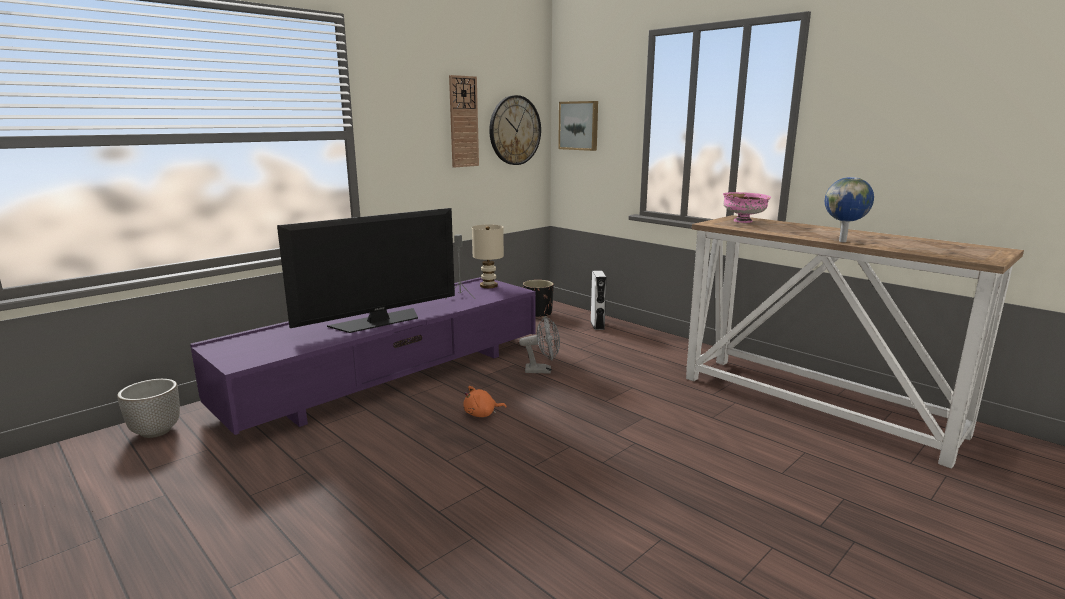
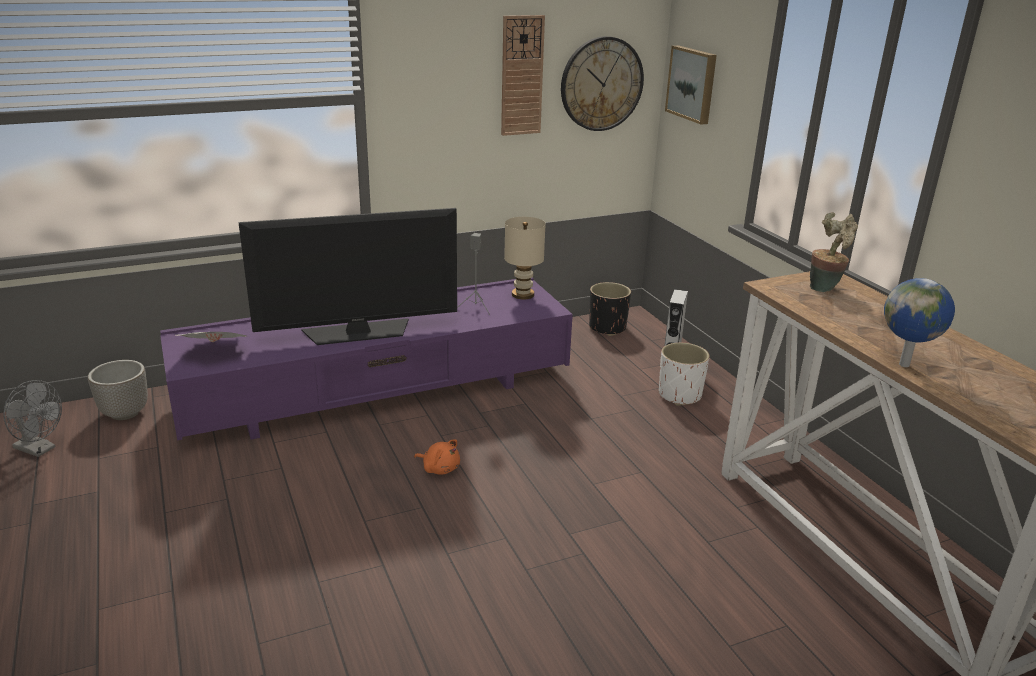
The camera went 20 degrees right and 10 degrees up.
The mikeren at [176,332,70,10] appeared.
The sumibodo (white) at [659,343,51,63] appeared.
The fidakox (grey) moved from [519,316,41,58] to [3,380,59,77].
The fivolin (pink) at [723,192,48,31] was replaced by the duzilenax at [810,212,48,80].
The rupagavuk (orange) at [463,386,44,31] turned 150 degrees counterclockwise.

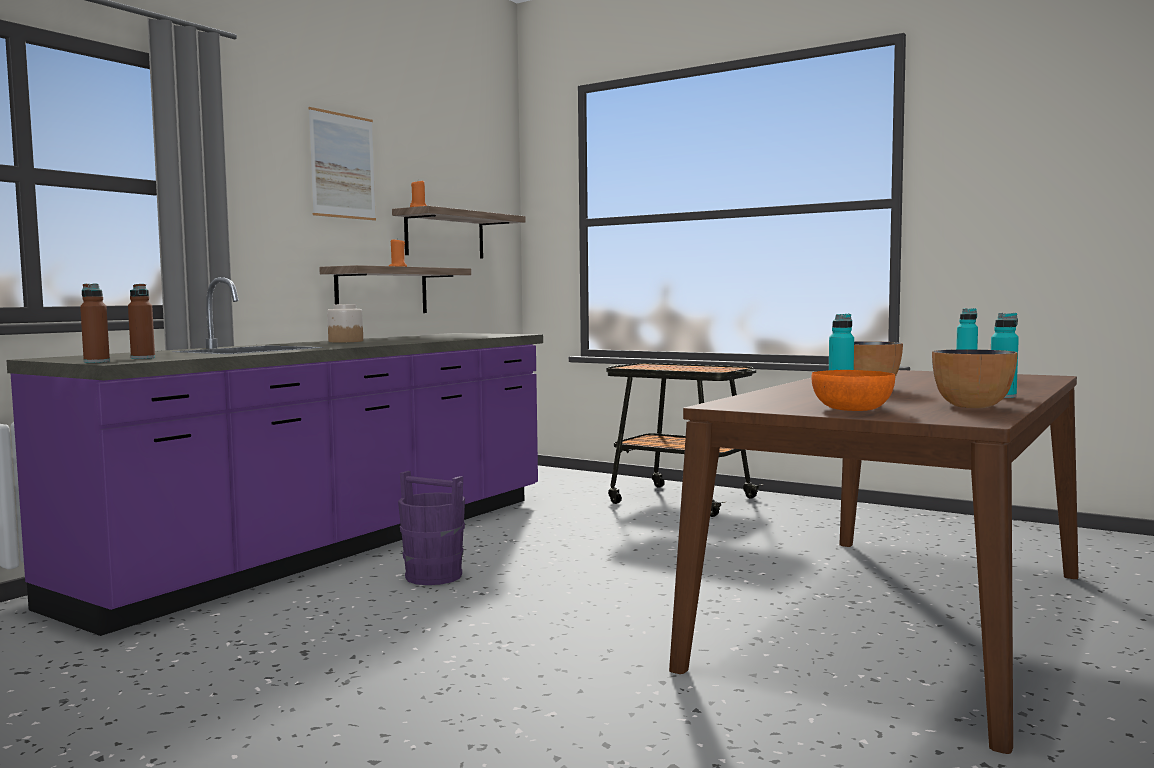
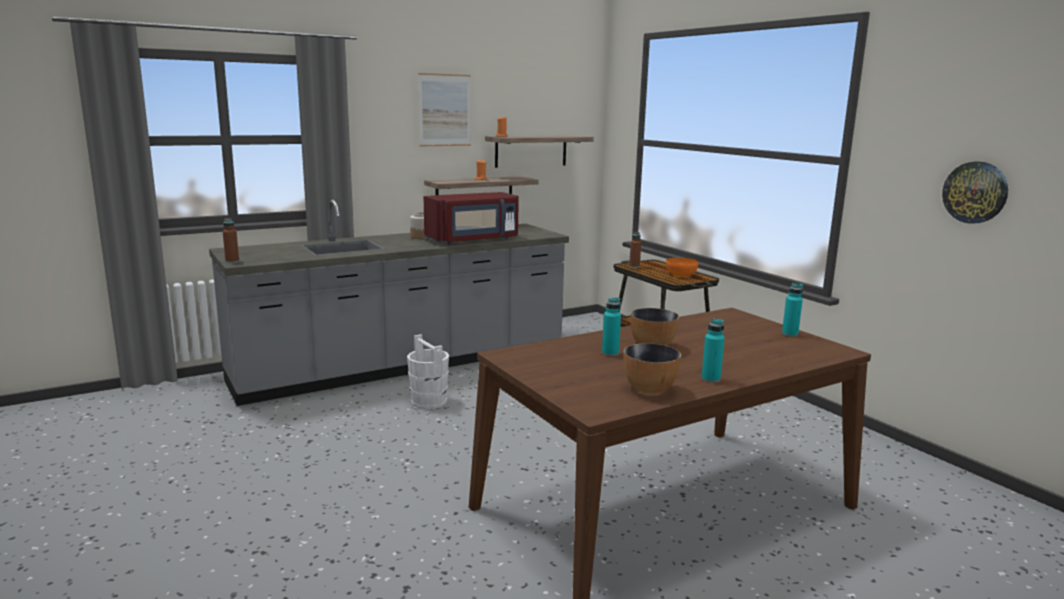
The camera went 25 degrees right and 10 degrees up.
The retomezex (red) at [424,192,95,53] appeared.
The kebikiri at [942,161,66,63] appeared.
The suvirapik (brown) moved from [128,284,27,75] to [629,232,12,36].
The fivolin (orange) moved from [811,370,84,41] to [666,258,33,19].
The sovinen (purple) at [6,277,537,359] became the sovinen (grey) at [209,199,360,207].
The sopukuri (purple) at [398,471,67,114] became the sopukuri (white) at [407,334,42,75].

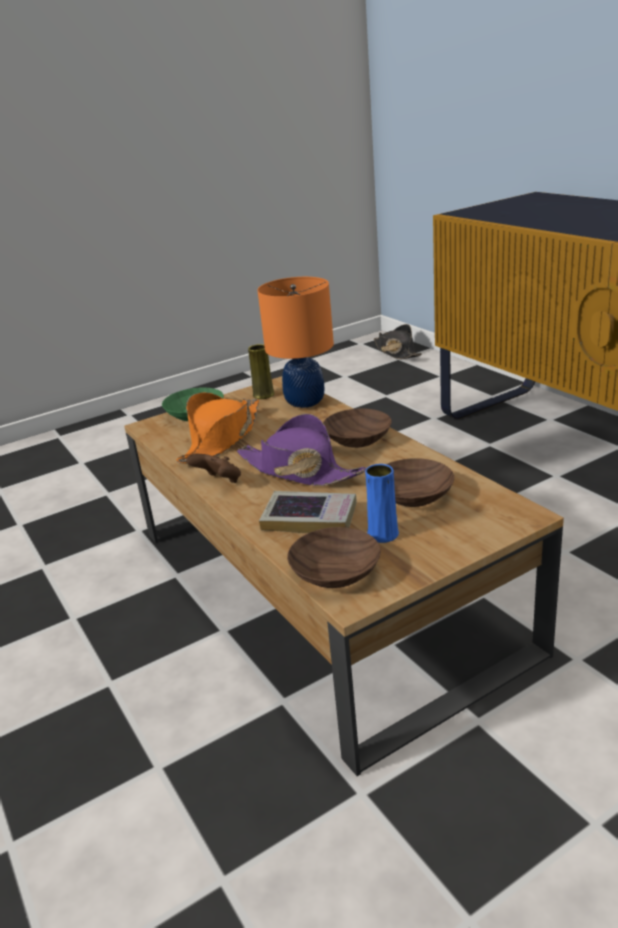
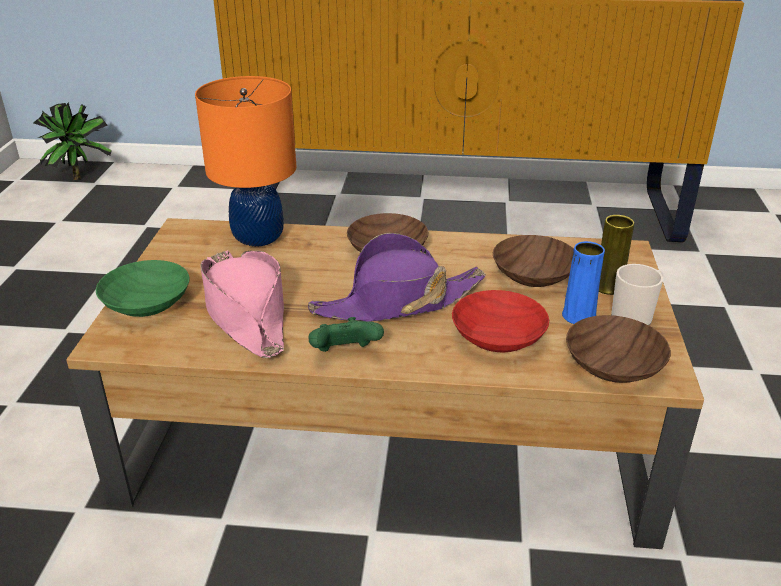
The camera went 55 degrees left and 5 degrees up.
The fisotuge at [611,264,52,62] appeared.
The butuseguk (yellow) moved from [248,344,26,55] to [599,215,35,80].
The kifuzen at [259,491,98,42] was replaced by the fivolin (red) at [452,290,97,62].
The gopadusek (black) at [374,324,48,35] was replaced by the duzilenax at [33,102,79,78].
The gopadusek (orange) at [176,392,83,72] became the gopadusek (pink) at [200,250,84,108].
The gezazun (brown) at [187,453,54,30] became the gezazun (green) at [308,317,76,35].

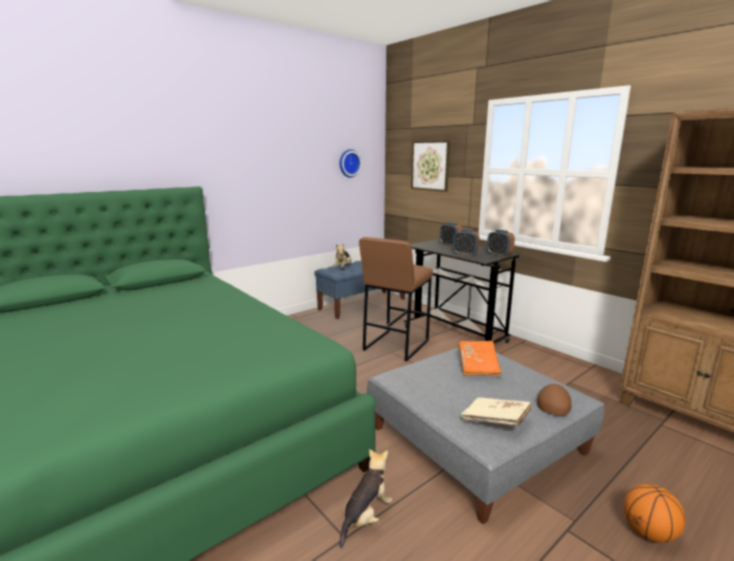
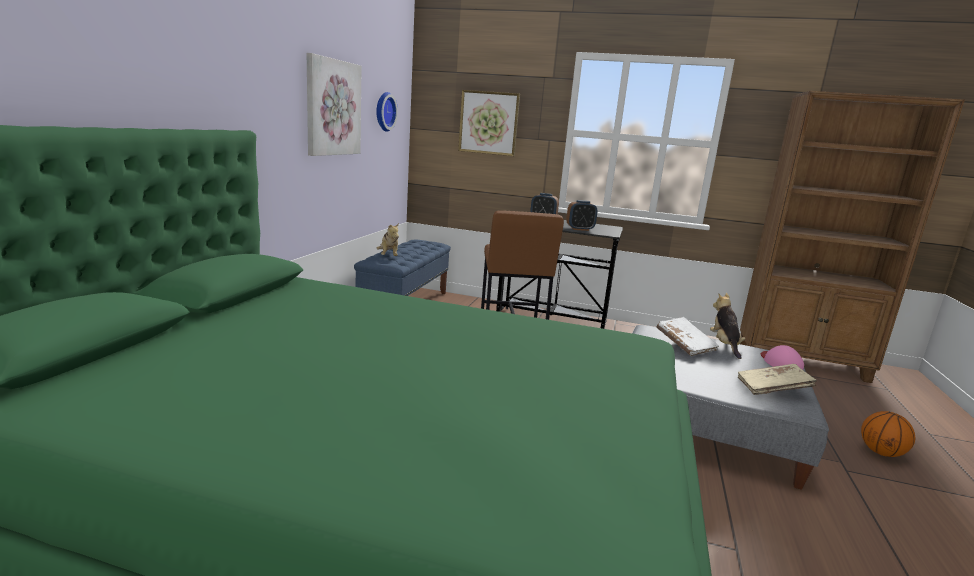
The camera went 35 degrees left and 0 degrees up.
The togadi at [487,230,28,27] disappeared.
The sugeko at [307,53,55,103] appeared.
The rupagavuk moved from [339,449,53,99] to [710,293,35,66].
The kifuzen (orange) at [458,341,44,35] became the kifuzen (white) at [656,317,63,39].
The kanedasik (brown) at [537,384,34,32] became the kanedasik (pink) at [761,345,43,25].

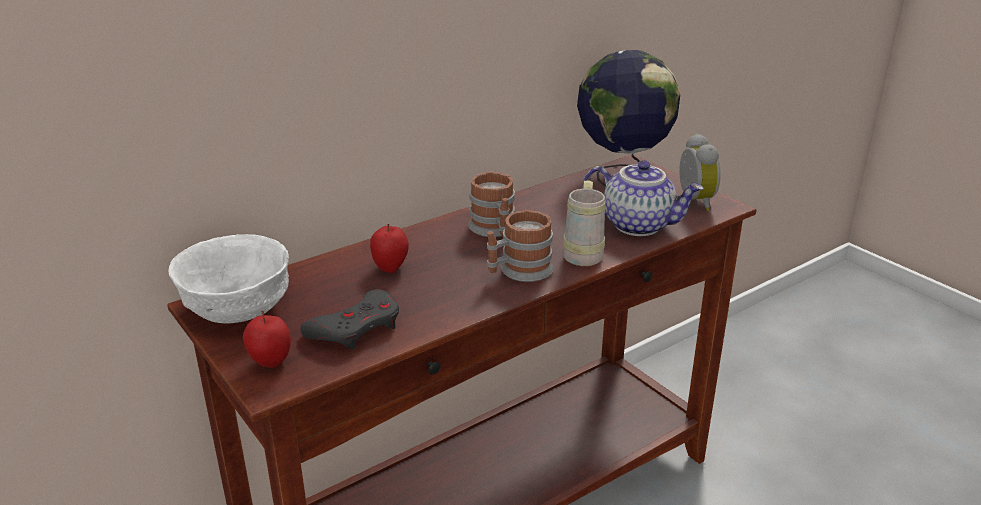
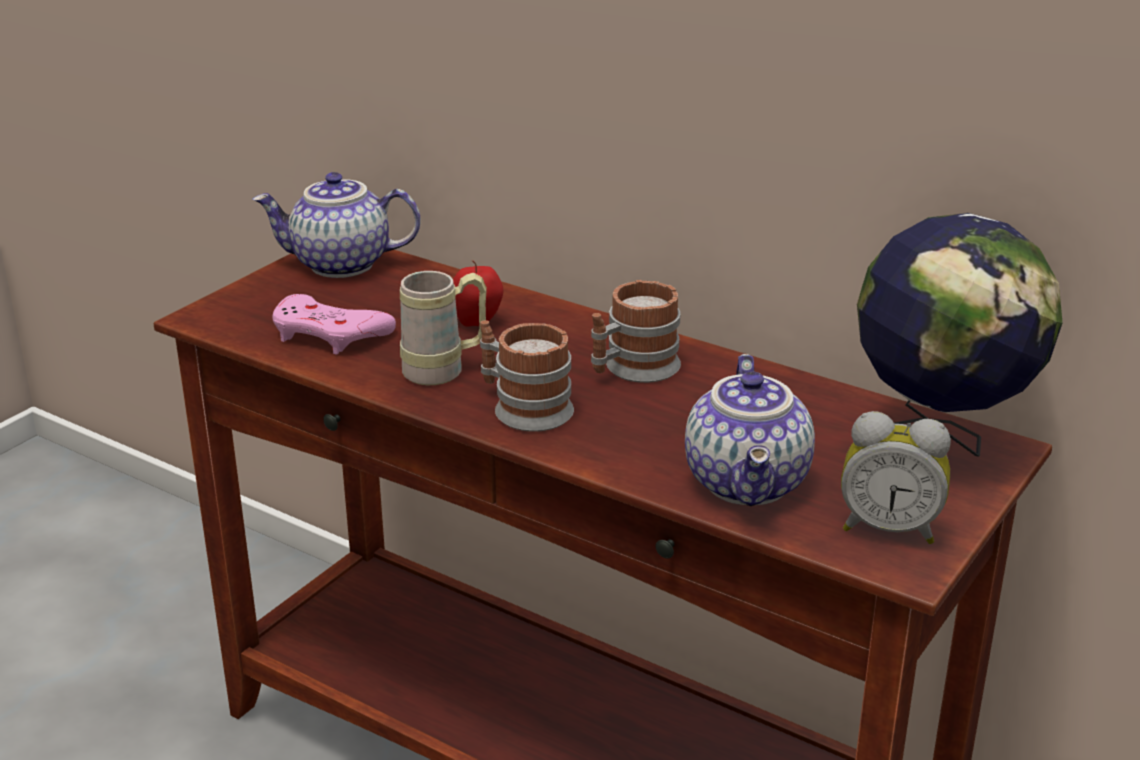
The camera went 70 degrees right and 0 degrees up.
The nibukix at [243,311,48,57] disappeared.
The fisotuge (beige) moved from [563,180,43,86] to [400,271,87,114].
The fivolin (white) at [168,234,121,89] was replaced by the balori at [252,172,169,106].
The gezazun (grey) at [301,289,98,61] became the gezazun (pink) at [272,294,124,60].
The togadi at [679,133,42,78] turned 45 degrees clockwise.

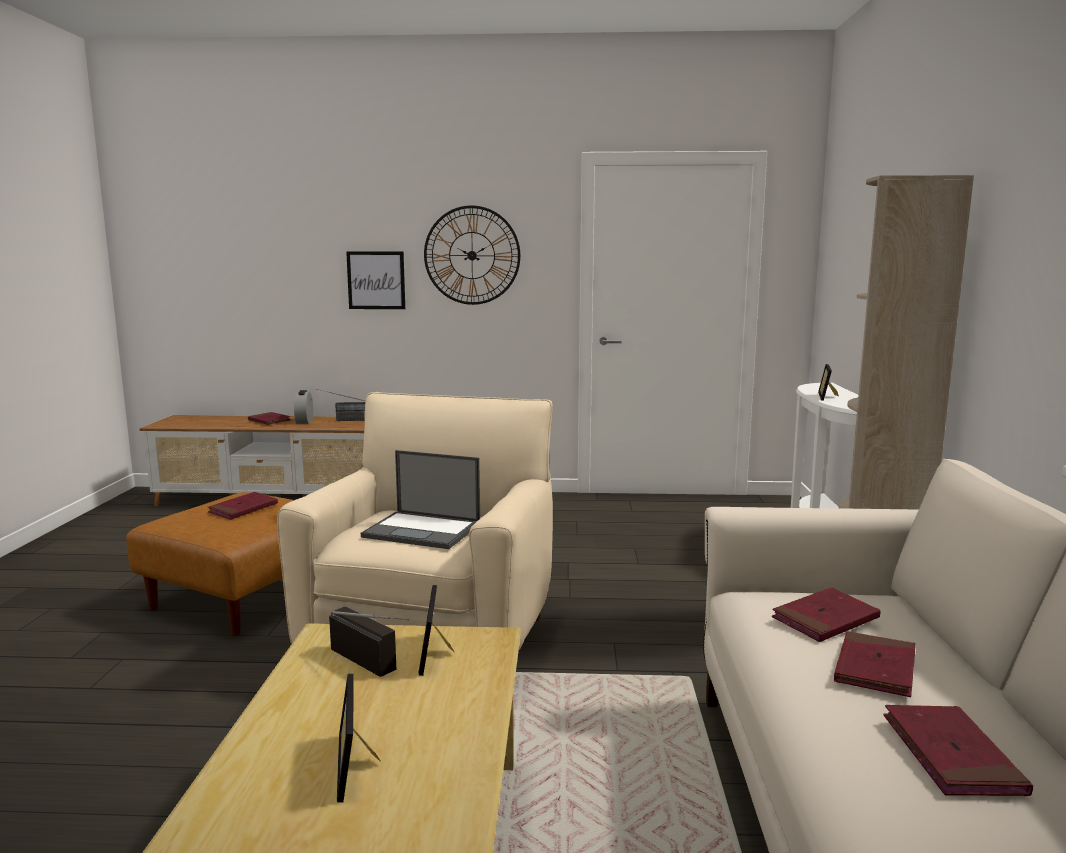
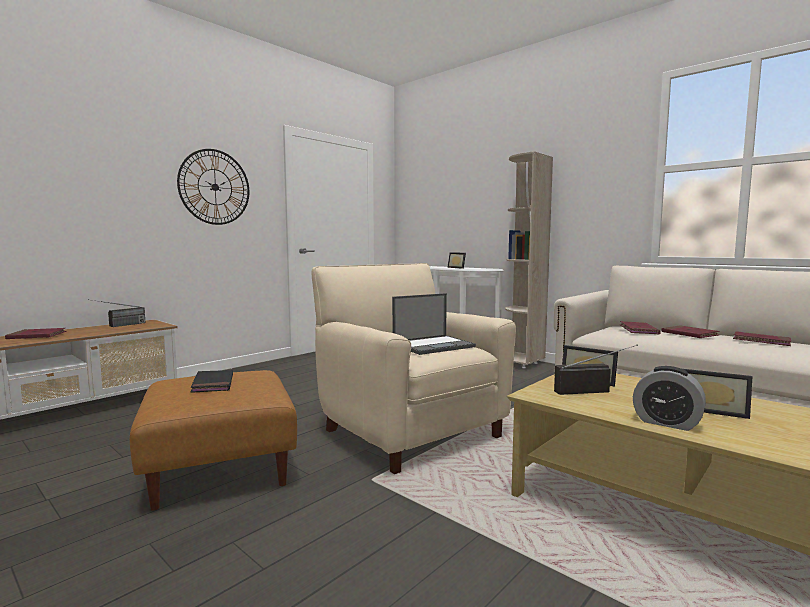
The camera went 50 degrees left and 5 degrees down.
The sugeko at [346,251,59,58] disappeared.
The togadi moved from [294,390,19,34] to [633,366,73,65].
The kifuzen (red) at [207,492,71,28] became the kifuzen (black) at [191,370,42,23].

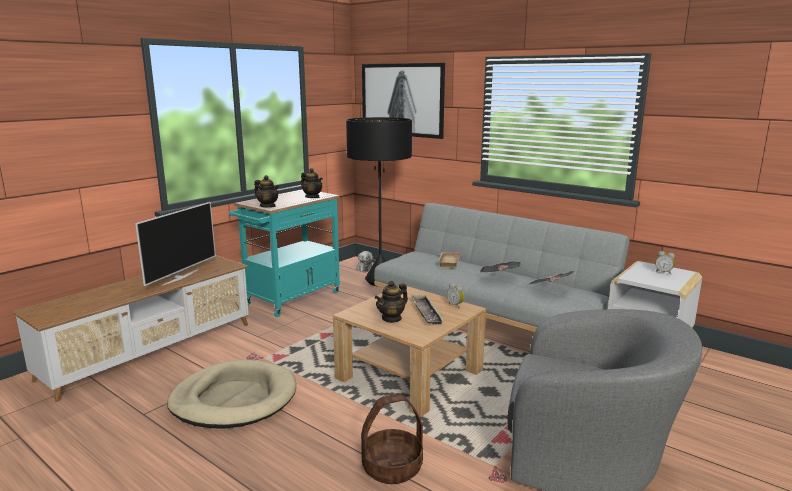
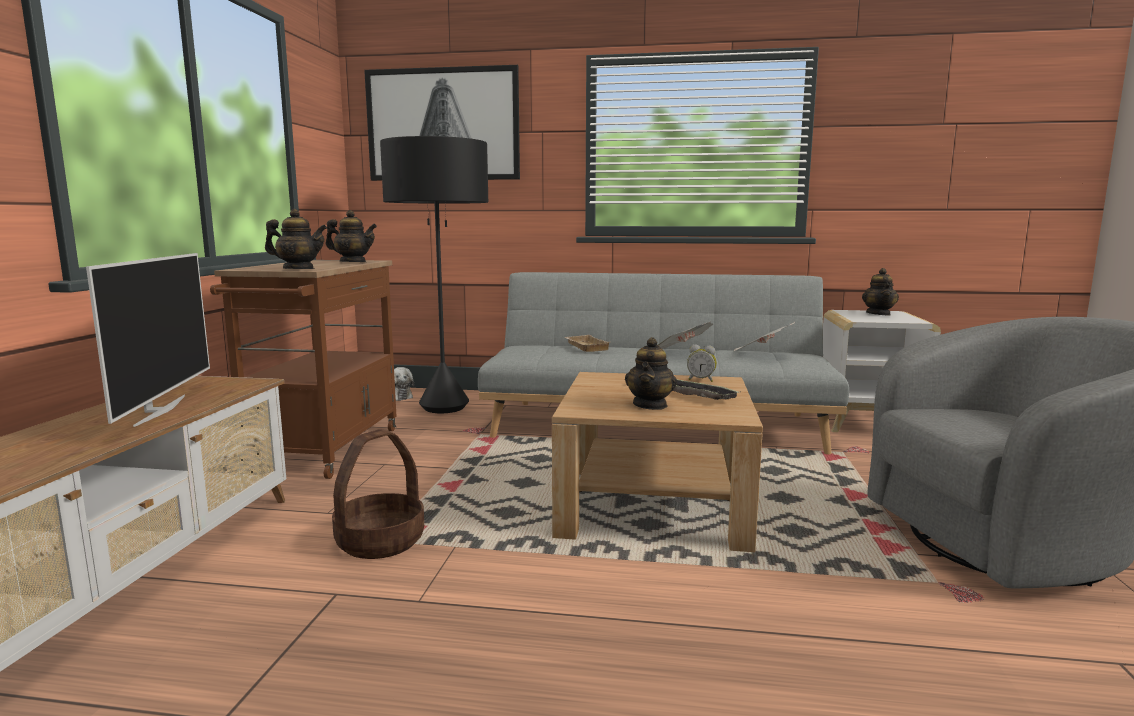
The camera went 30 degrees left and 5 degrees down.
The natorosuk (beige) at [167,360,129,68] disappeared.
The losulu moved from [361,393,62,91] to [332,429,92,130].
The togadi at [655,251,20,24] was replaced by the balori at [862,268,37,47].
The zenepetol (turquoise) at [229,189,111,128] became the zenepetol (brown) at [210,260,187,219].

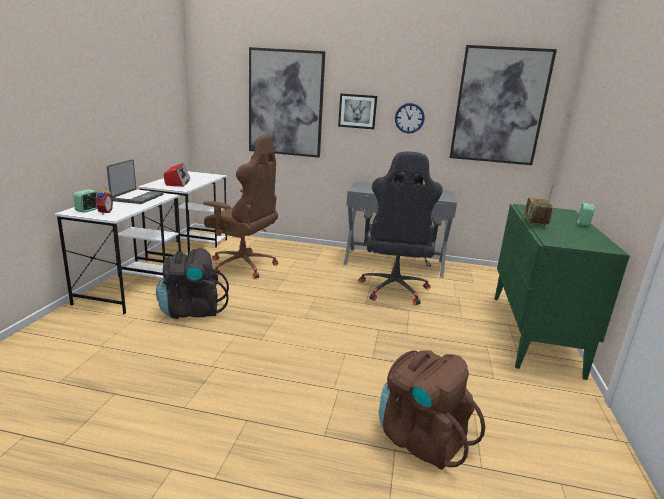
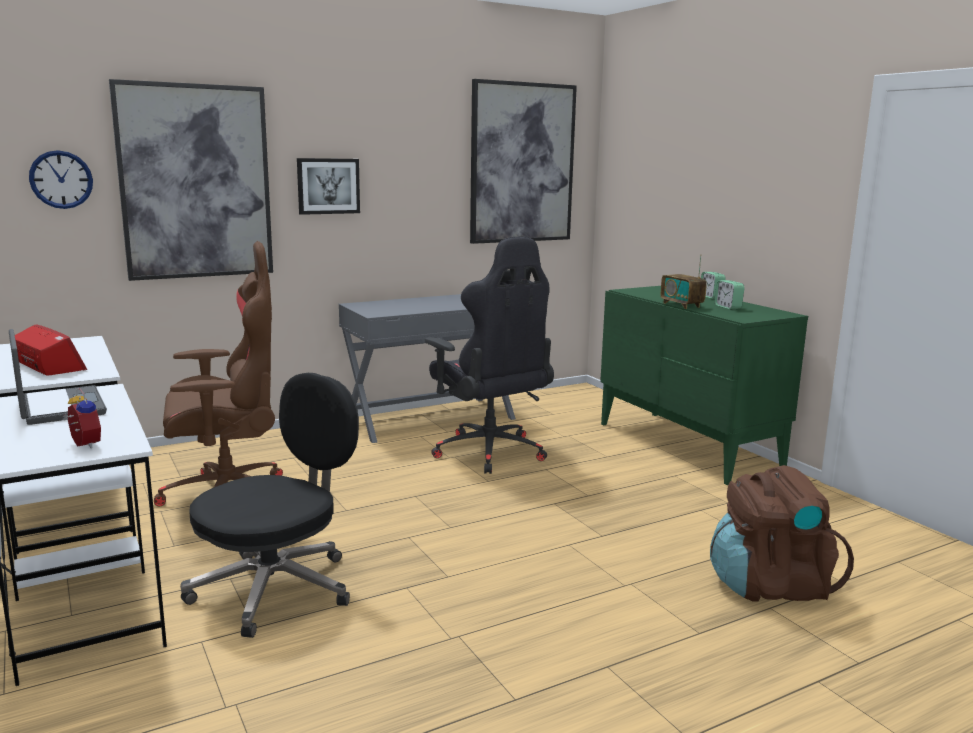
The camera went 40 degrees left and 5 degrees down.
The togadi moved from [73,189,25,24] to [714,280,31,29].
The kebikiri moved from [395,103,29,30] to [29,150,64,59].
The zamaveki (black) at [156,248,73,71] was replaced by the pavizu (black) at [180,373,179,265].

